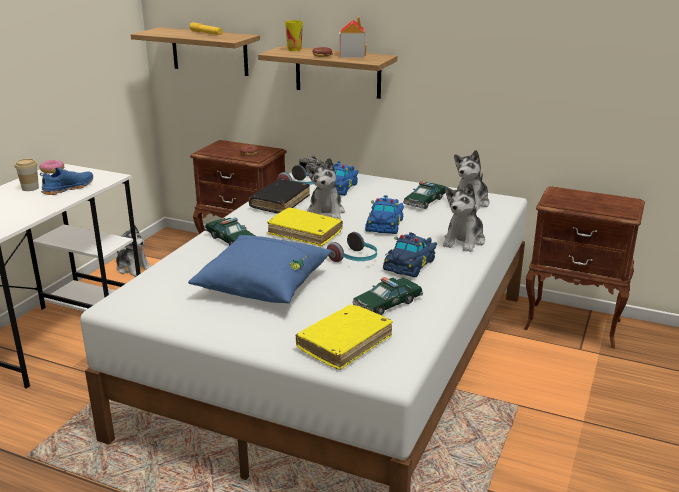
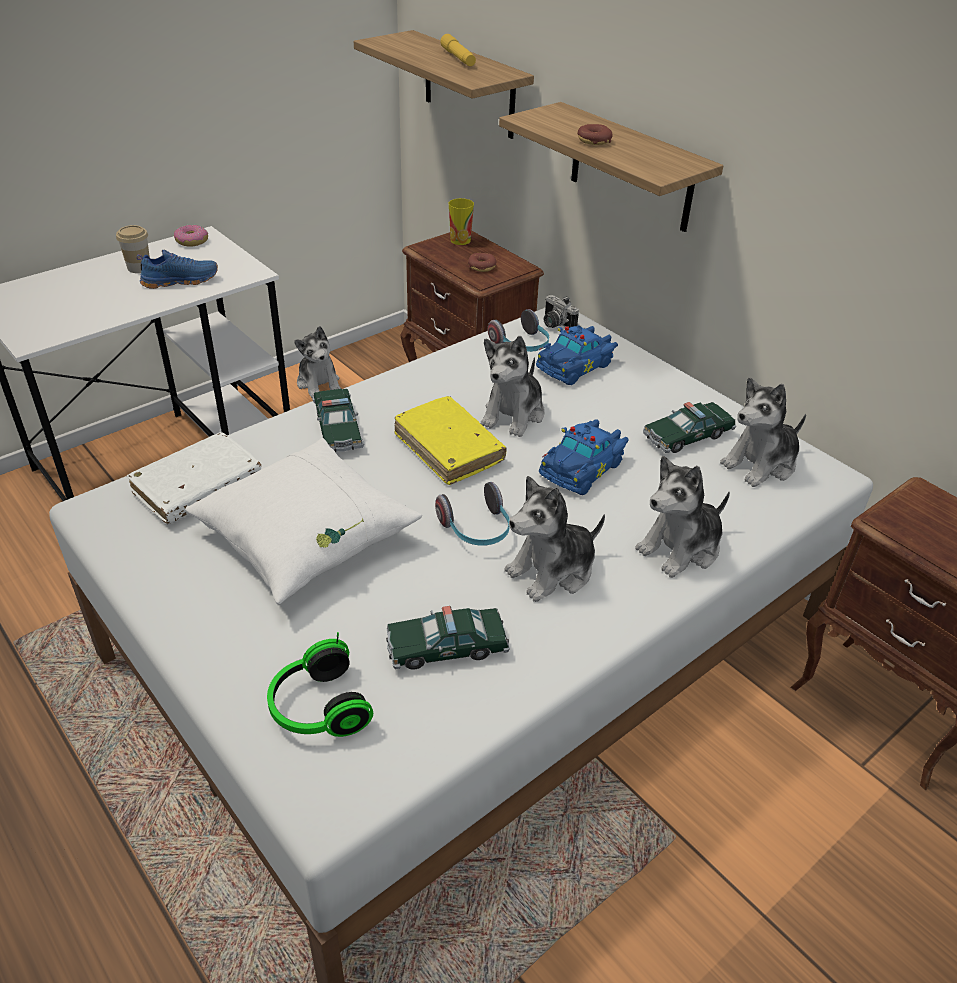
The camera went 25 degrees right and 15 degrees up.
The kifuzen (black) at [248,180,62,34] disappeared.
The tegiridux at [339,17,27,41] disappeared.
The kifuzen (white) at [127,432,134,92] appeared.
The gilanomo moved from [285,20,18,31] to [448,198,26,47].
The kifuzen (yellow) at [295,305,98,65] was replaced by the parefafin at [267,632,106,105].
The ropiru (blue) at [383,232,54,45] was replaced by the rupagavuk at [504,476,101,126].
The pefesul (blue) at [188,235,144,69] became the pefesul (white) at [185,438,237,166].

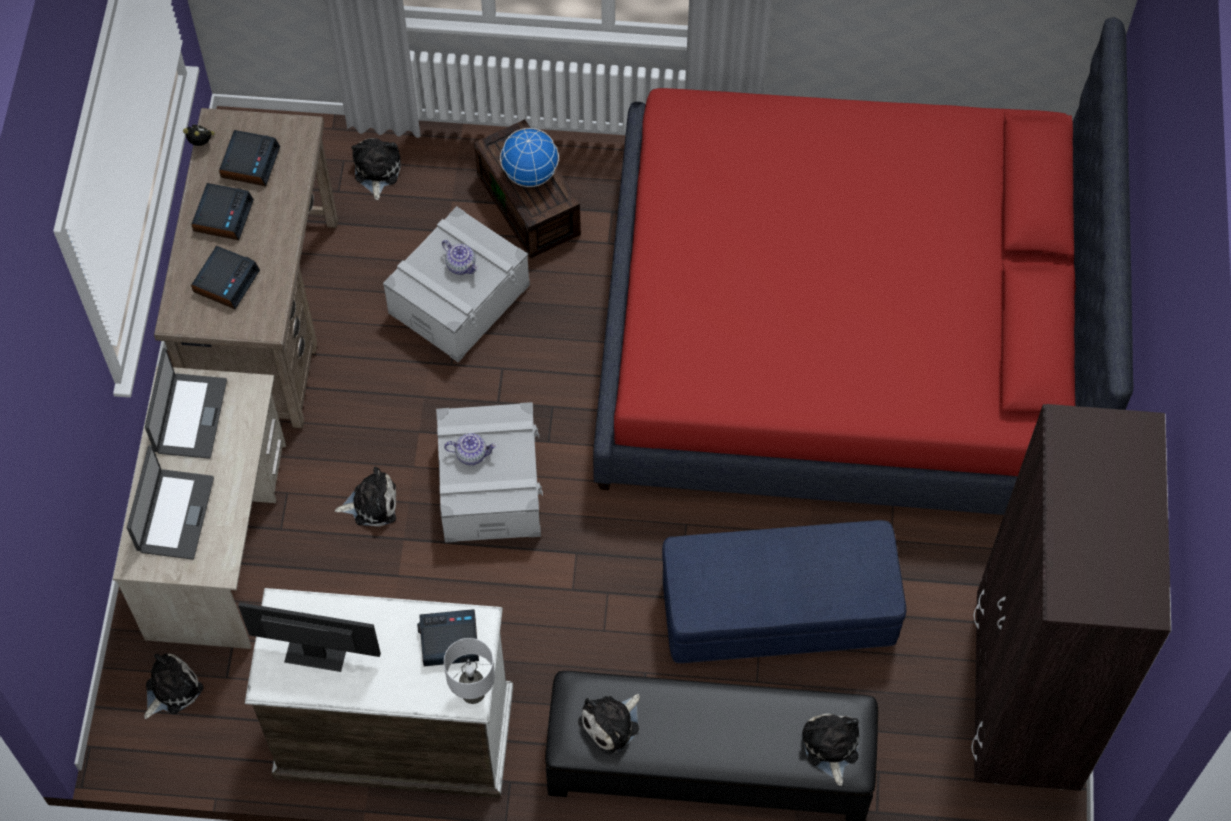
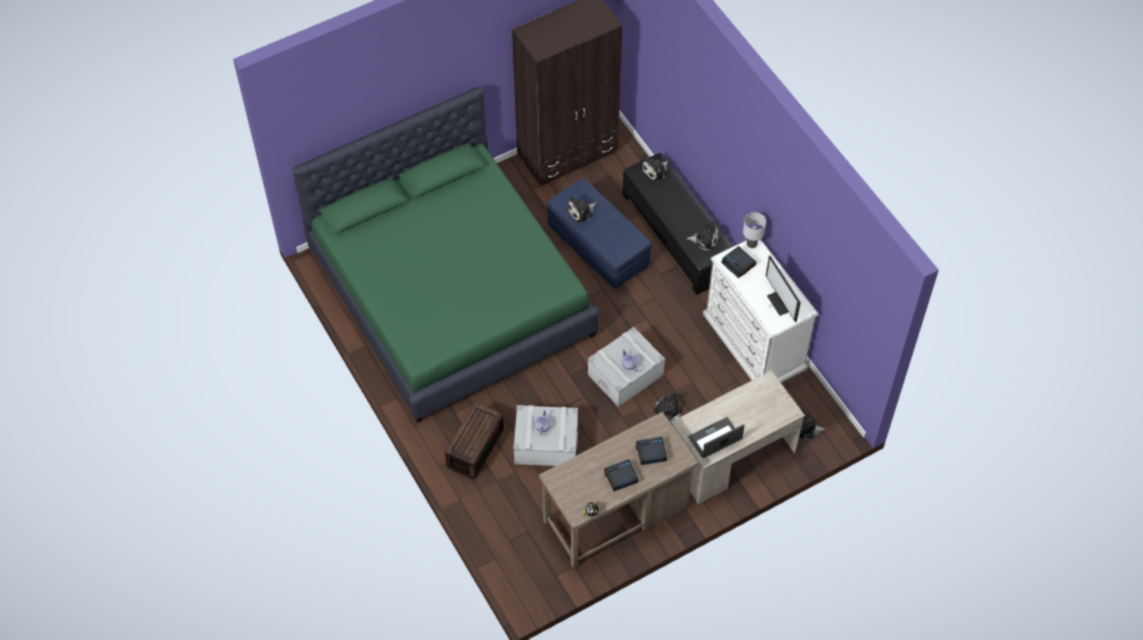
The camera went 125 degrees left and 5 degrees down.
The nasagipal at [127,445,87,115] disappeared.
The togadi at [219,130,61,56] disappeared.
The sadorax at [500,128,59,59] disappeared.
The rupagavuk moved from [351,138,50,62] to [567,195,29,28].
The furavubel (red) at [593,17,540,498] became the furavubel (green) at [293,86,306,337].

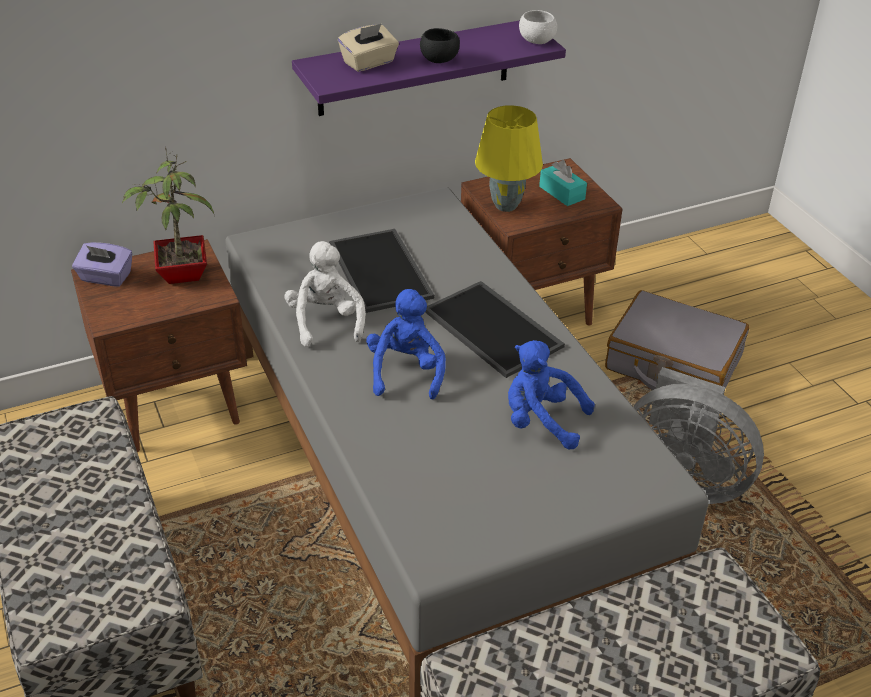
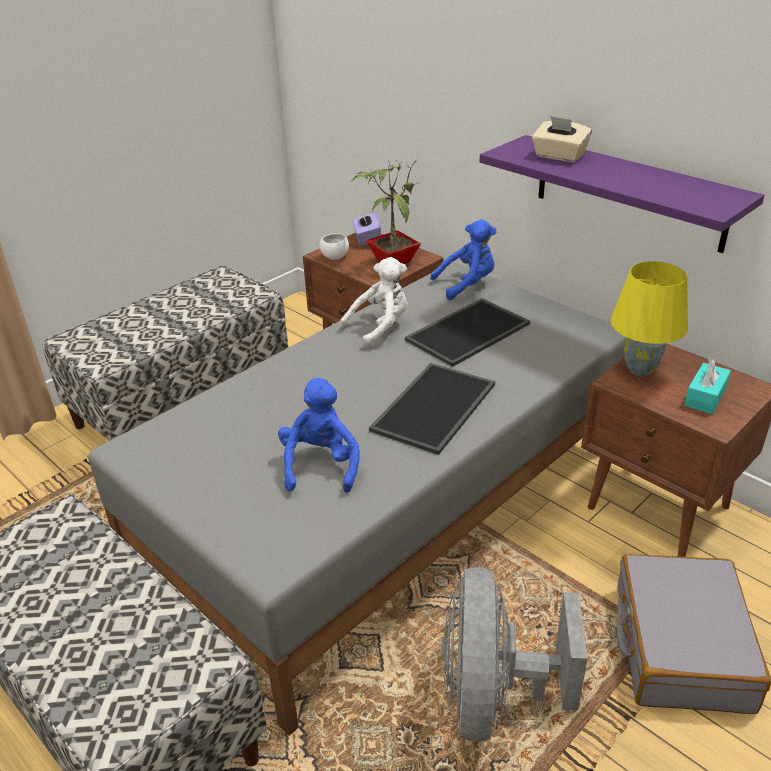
The camera went 70 degrees right and 5 degrees down.
The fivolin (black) at [420,28,40,35] disappeared.
The rupagavuk (blue) moved from [366,289,80,110] to [430,220,67,80].
The fivolin (white) moved from [519,10,38,34] to [319,233,30,27].

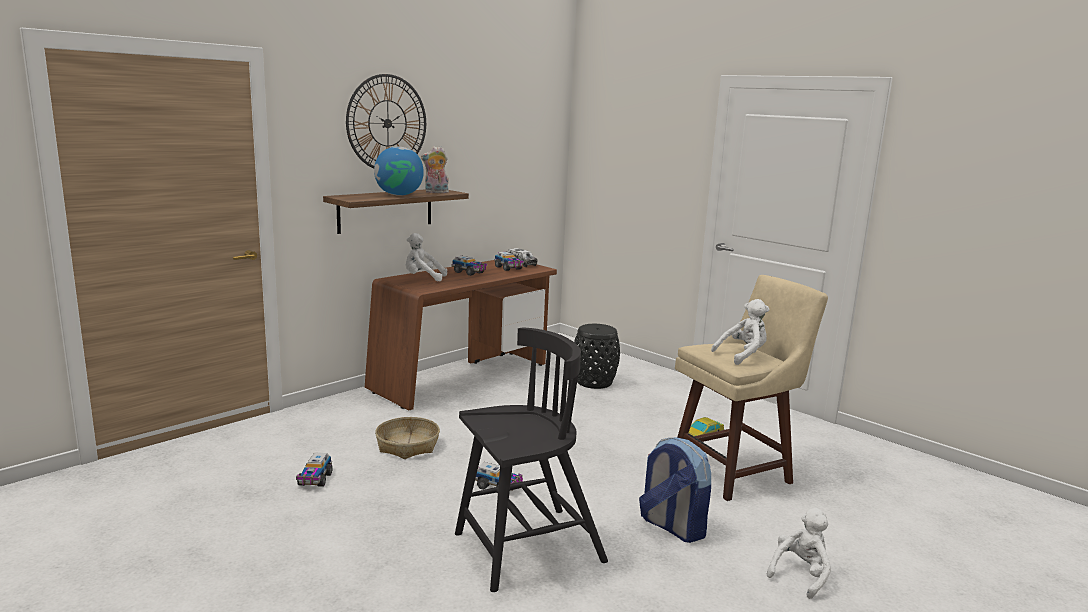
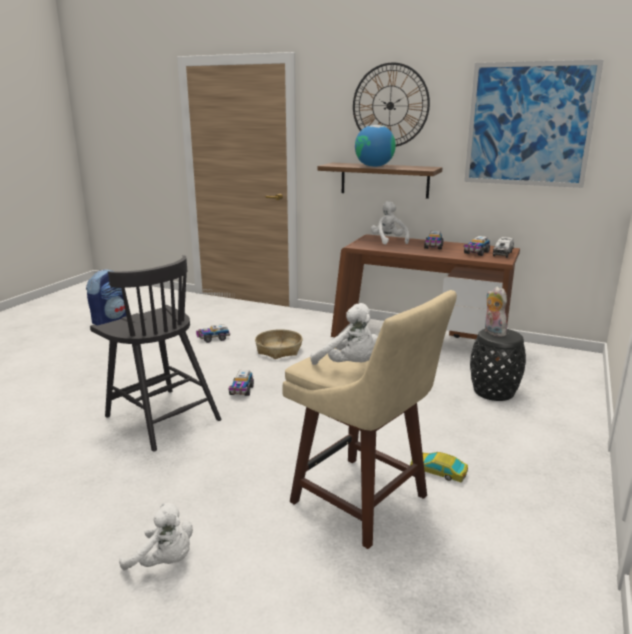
The camera went 70 degrees right and 5 degrees up.
The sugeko at [464,60,140,128] appeared.
The rupagavuk moved from [421,146,28,47] to [485,287,22,50].
The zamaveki moved from [639,438,72,105] to [86,269,40,57].

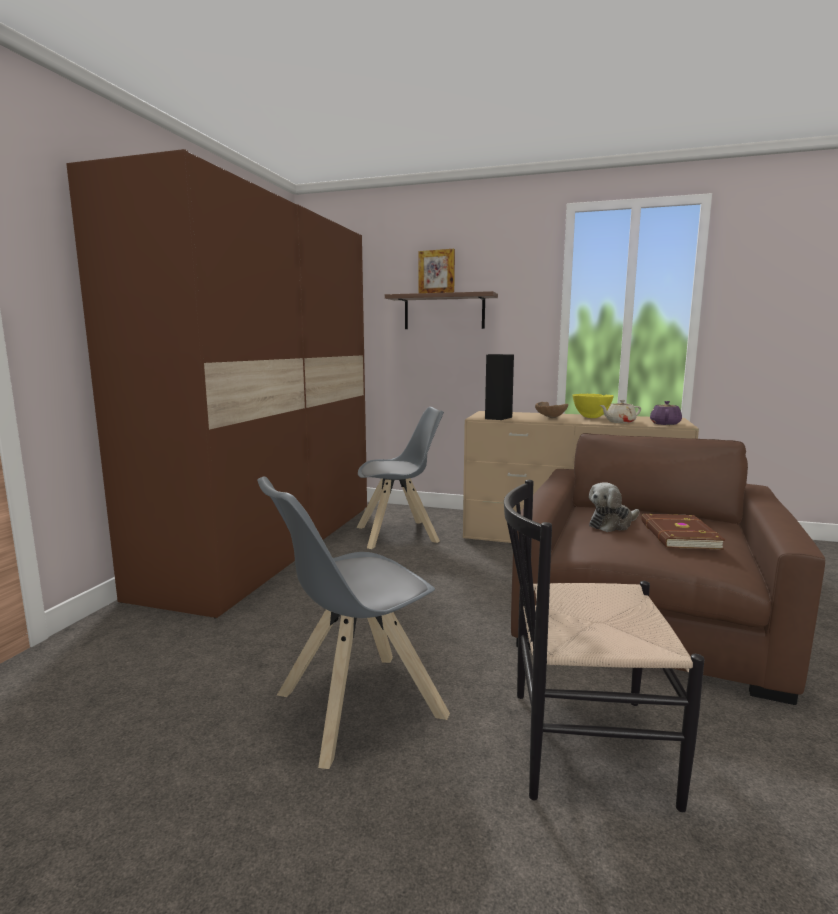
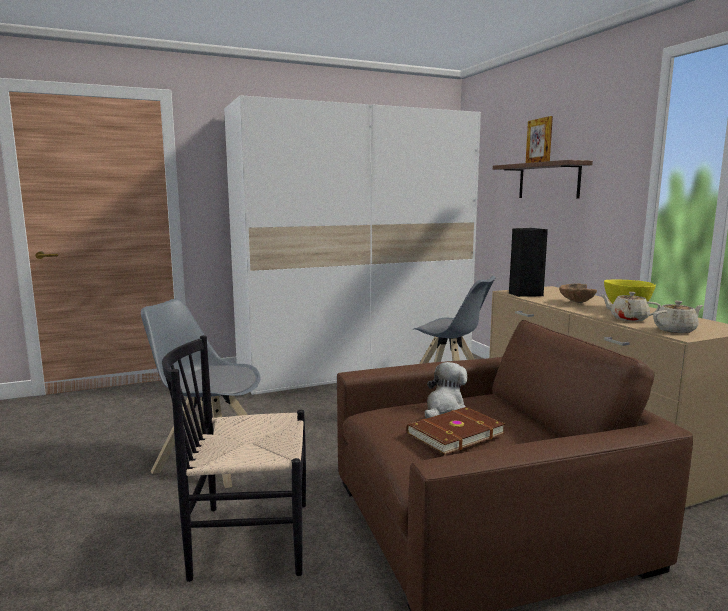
The camera went 50 degrees right and 0 degrees up.
The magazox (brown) at [66,149,301,470] became the magazox (white) at [224,95,257,300].
The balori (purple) at [650,401,32,24] became the balori (beige) at [653,301,50,32].
The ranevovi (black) at [504,480,200,332] turned 60 degrees counterclockwise.
The rupagavuk at [589,482,50,50] turned 105 degrees clockwise.

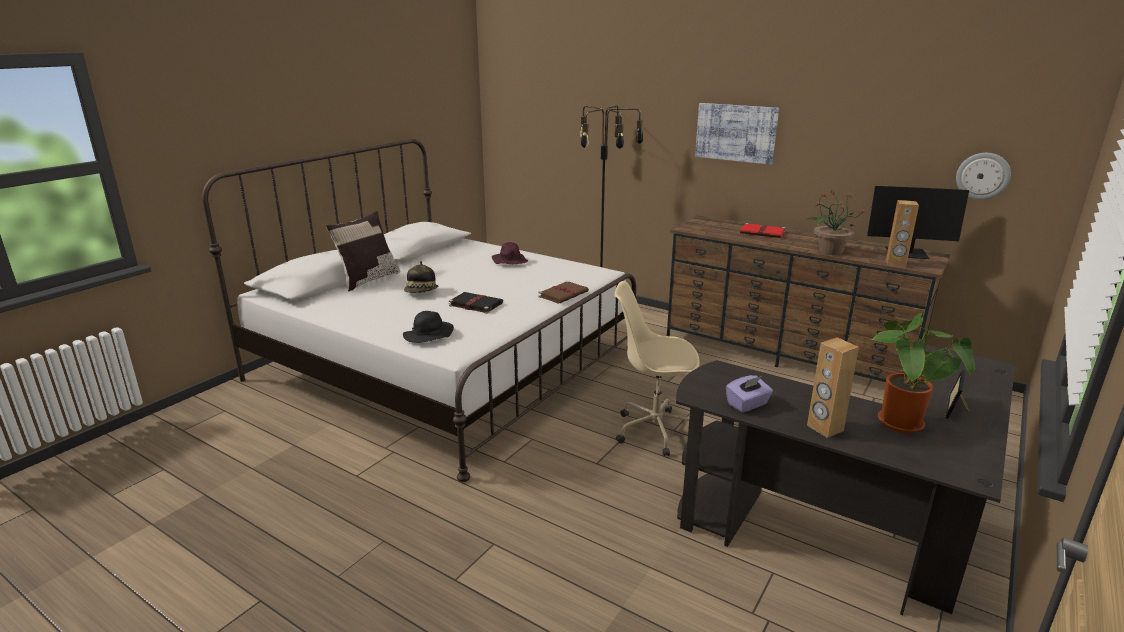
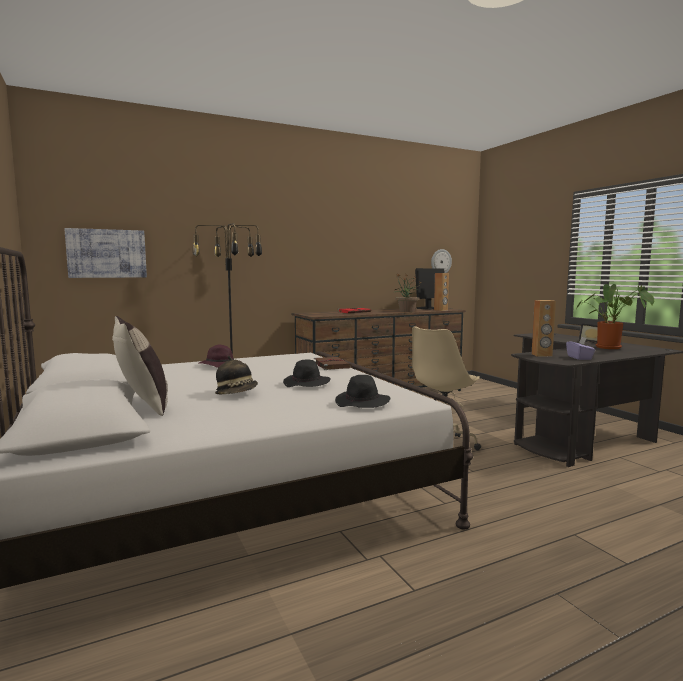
The camera went 60 degrees left and 15 degrees down.
The sugeko moved from [695,103,84,62] to [64,228,83,50].
The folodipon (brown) moved from [807,337,52,101] to [532,300,24,57].
The kifuzen (black) at [449,292,54,22] was replaced by the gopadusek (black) at [283,360,48,27].

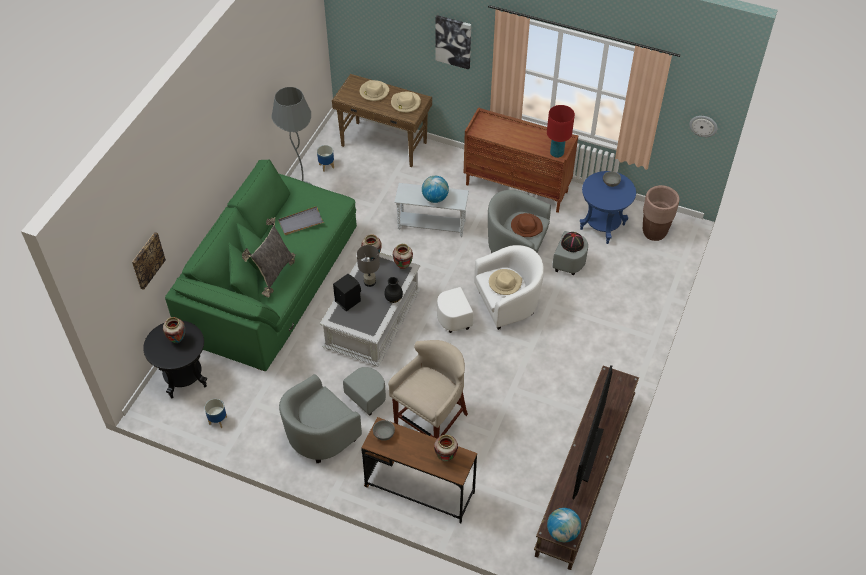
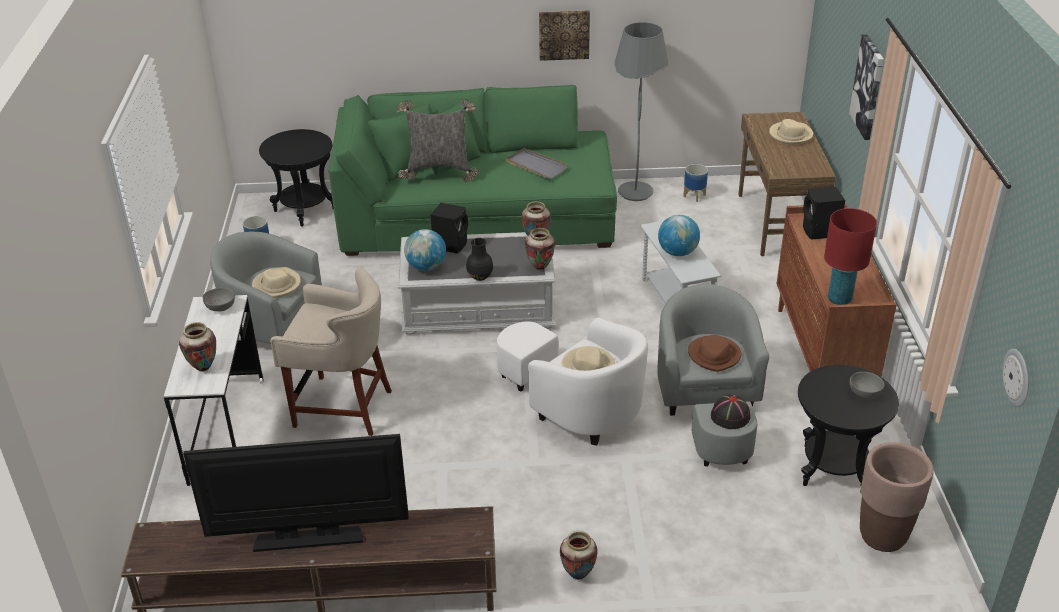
The camera went 65 degrees right and 15 degrees down.
The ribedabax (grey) at [357,245,23,42] disappeared.
The folodipon (black) at [803,187,42,53] appeared.
The sugeko moved from [132,232,34,58] to [539,10,51,51].
The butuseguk moved from [163,317,22,26] to [560,531,38,49].
The gopadusek (beige) moved from [391,92,30,21] to [252,267,49,31].
The sadorax moved from [547,508,34,34] to [404,229,42,42].
The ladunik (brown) at [361,417,116,106] became the ladunik (white) at [164,295,100,191].
The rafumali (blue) at [580,171,56,73] became the rafumali (black) at [798,365,101,127].

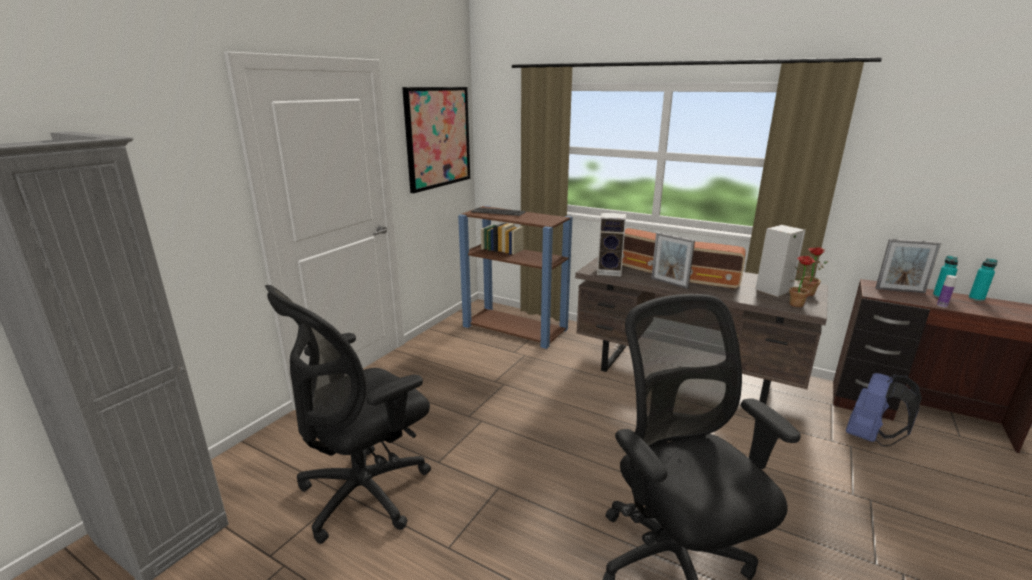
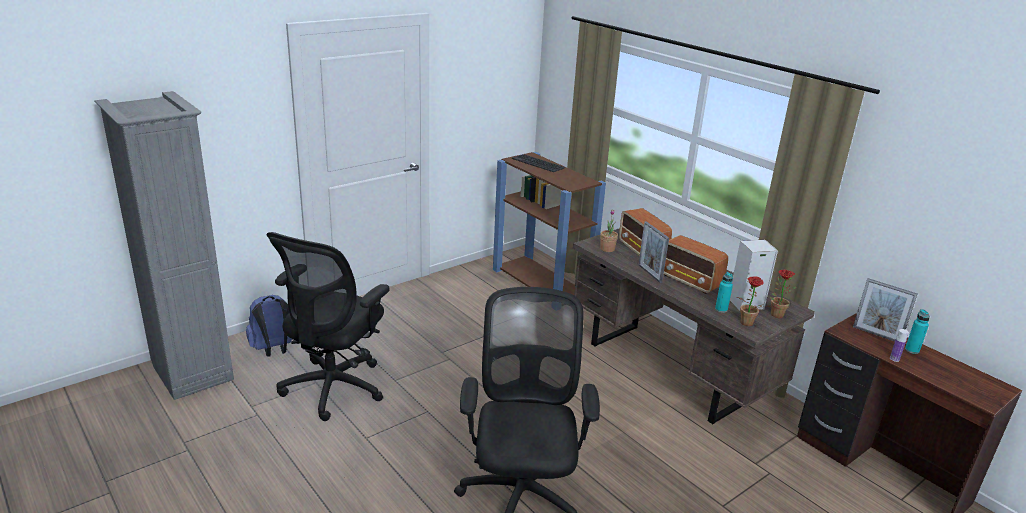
The camera went 20 degrees right and 5 degrees up.
The sugeko at [402,87,68,106] disappeared.
The zamaveki (blue) moved from [846,373,76,73] to [246,295,46,62].
The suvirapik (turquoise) moved from [969,258,29,43] to [715,272,18,41].
The folodipon at [597,212,29,64] was replaced by the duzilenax at [600,209,18,43].
The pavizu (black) at [265,285,166,259] turned 45 degrees counterclockwise.

